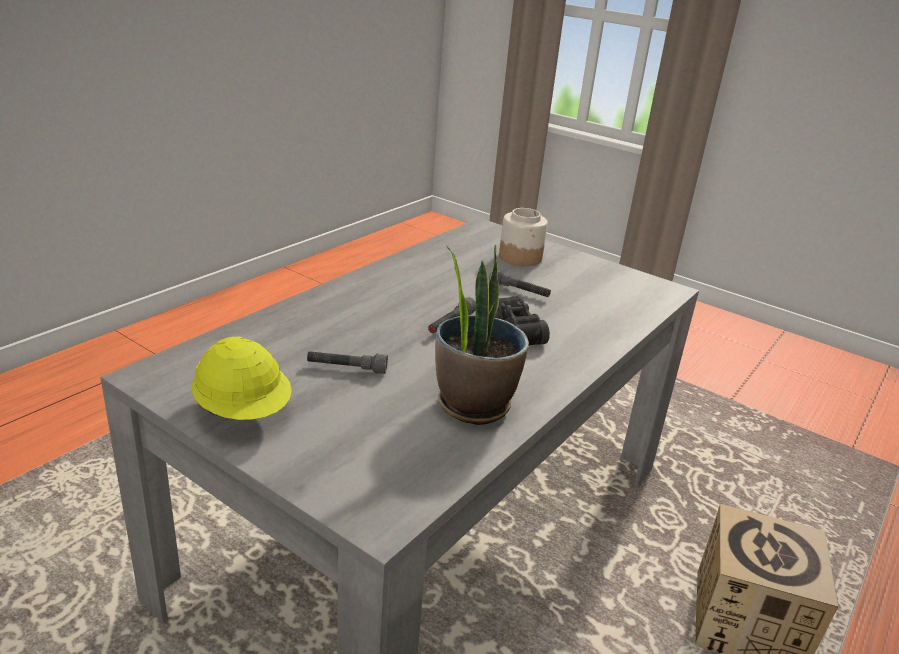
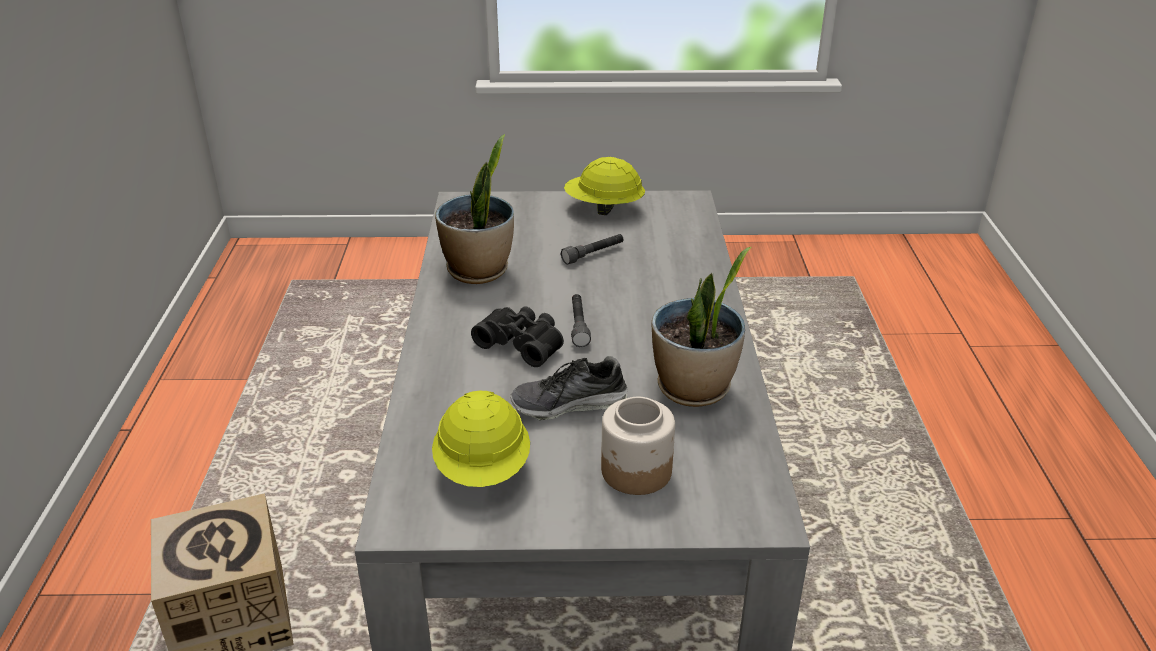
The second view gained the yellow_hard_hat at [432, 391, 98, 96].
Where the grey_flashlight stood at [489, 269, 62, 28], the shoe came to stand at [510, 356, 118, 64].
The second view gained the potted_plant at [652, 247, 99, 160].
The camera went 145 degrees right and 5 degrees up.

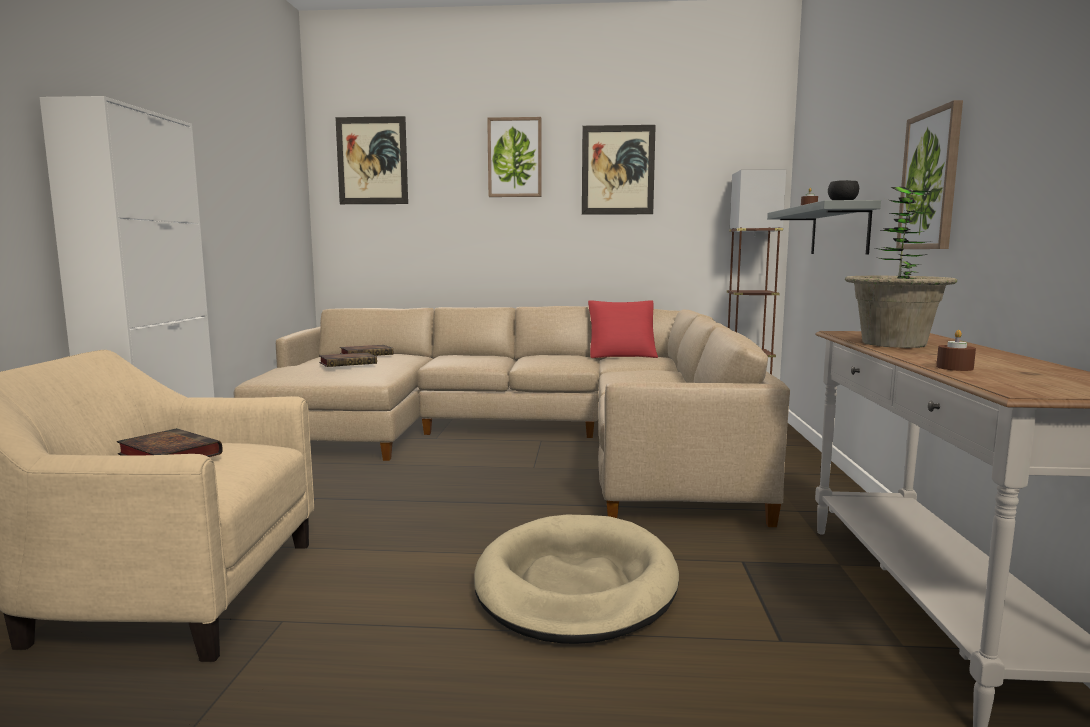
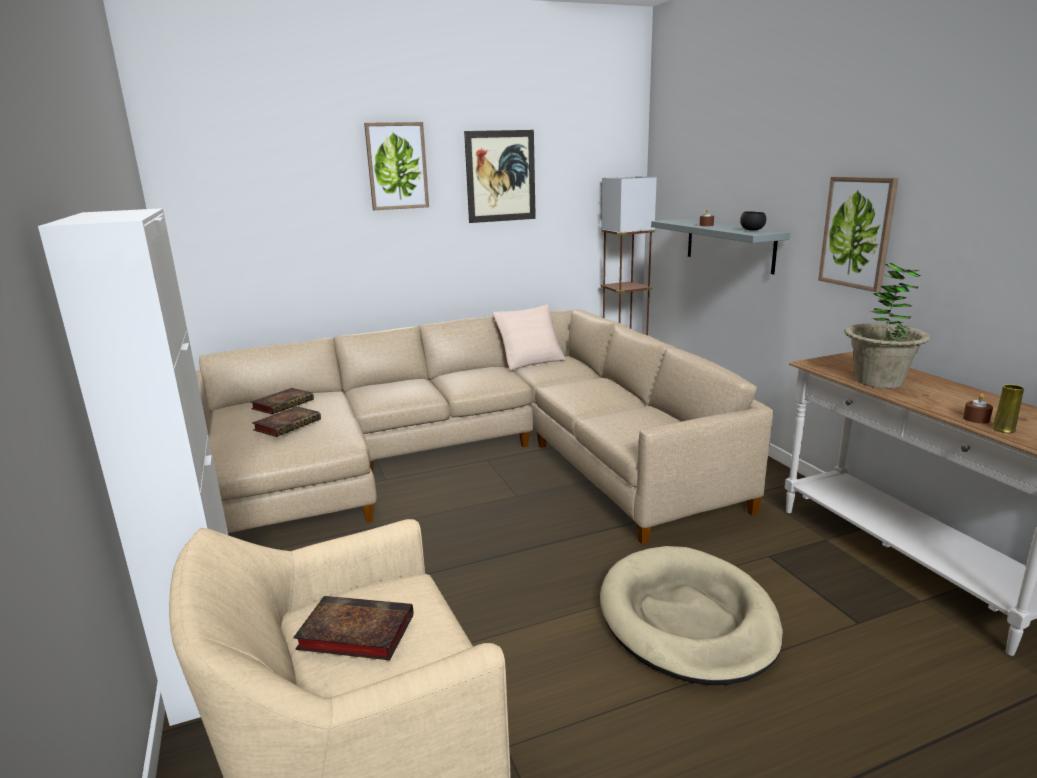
What was the red_pillow at [588, 300, 70, 58] turned into the beige_pillow at [493, 305, 73, 65].
The second view gained the yellow_vase at [992, 384, 32, 49].
The second view lost the picture at [335, 116, 73, 88].
The camera went 25 degrees left and 10 degrees up.

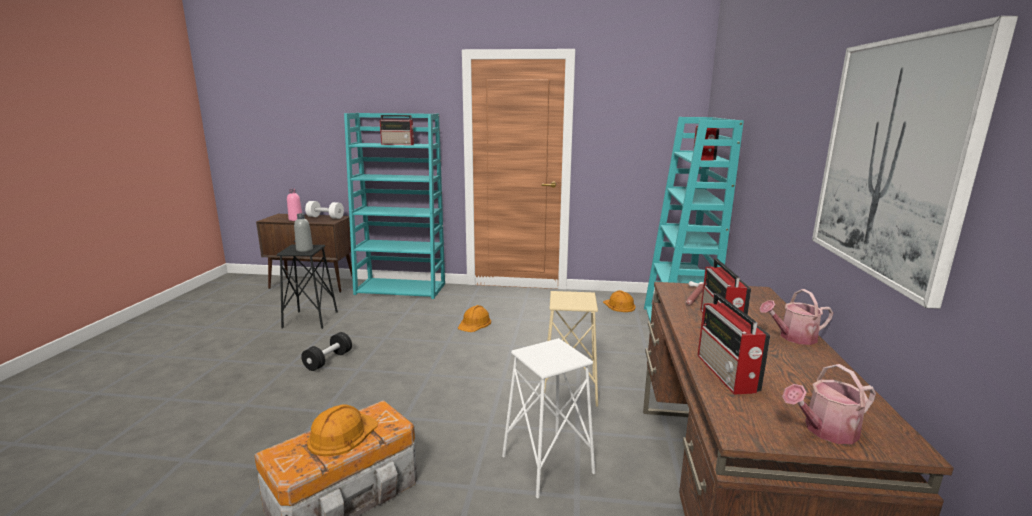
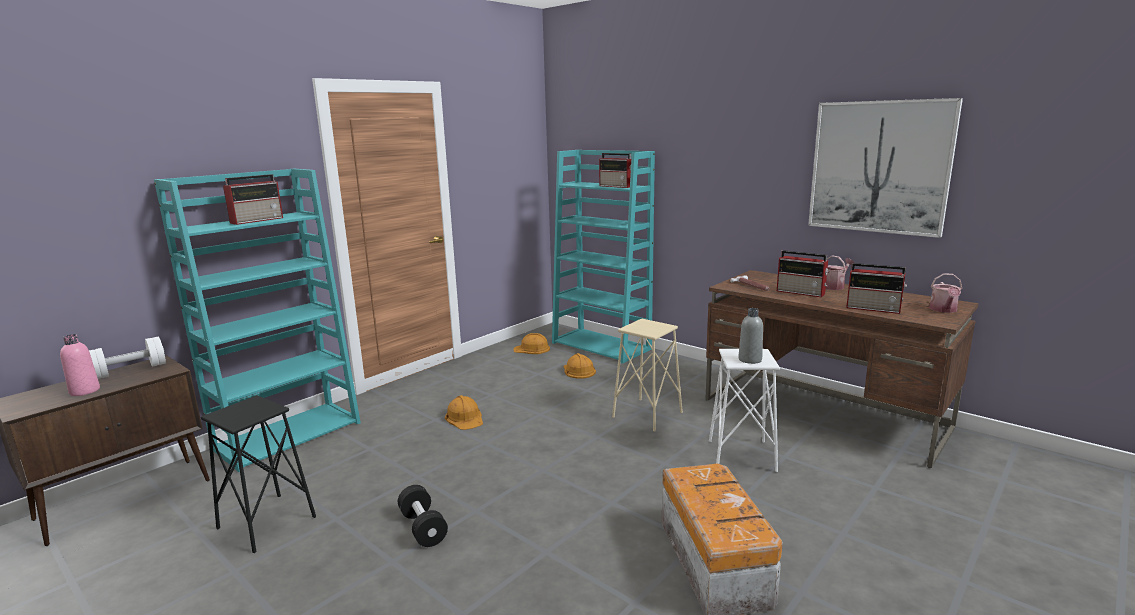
The orange_hard_hat ended up elsewhere, having gone from [307, 404, 71, 52] to [563, 353, 33, 26].
The grey_bottle ended up elsewhere, having gone from [294, 213, 19, 39] to [738, 308, 25, 56].
The watering_can at [759, 289, 74, 56] ended up facing another way, 150 degrees counterclockwise from before.
The camera went 55 degrees left and 0 degrees up.

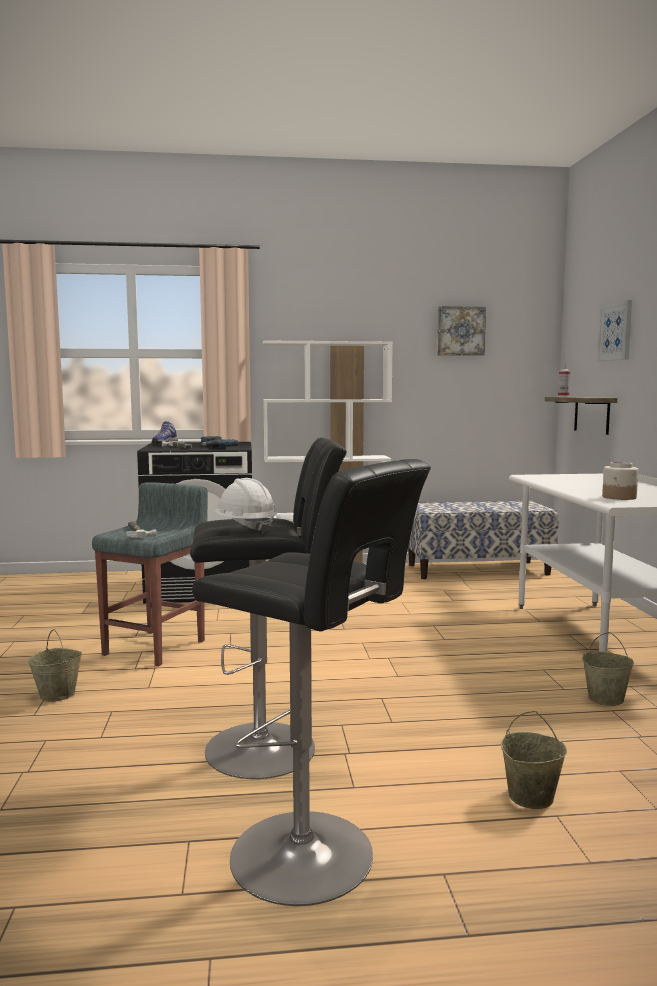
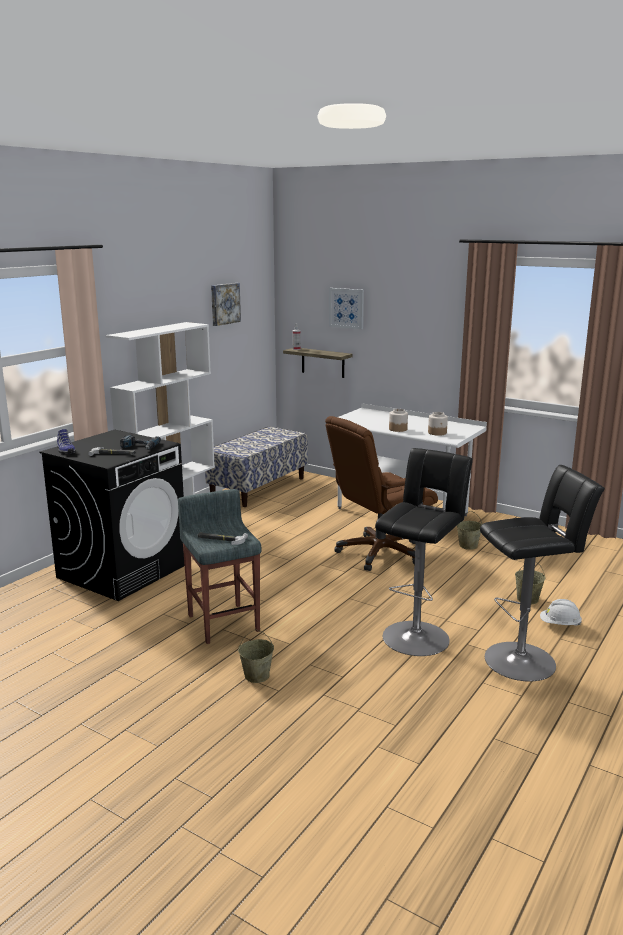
The second view gained the brown_office_chair at [325, 416, 113, 155].
The second view gained the jar at [389, 409, 19, 23].
The white_hard_hat ended up elsewhere, having gone from [214, 478, 63, 56] to [540, 599, 42, 27].
The camera went 50 degrees left and 10 degrees up.

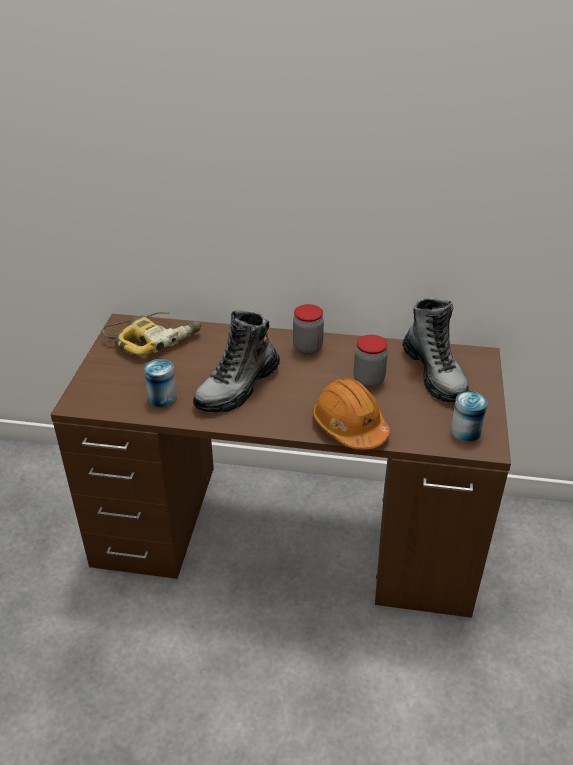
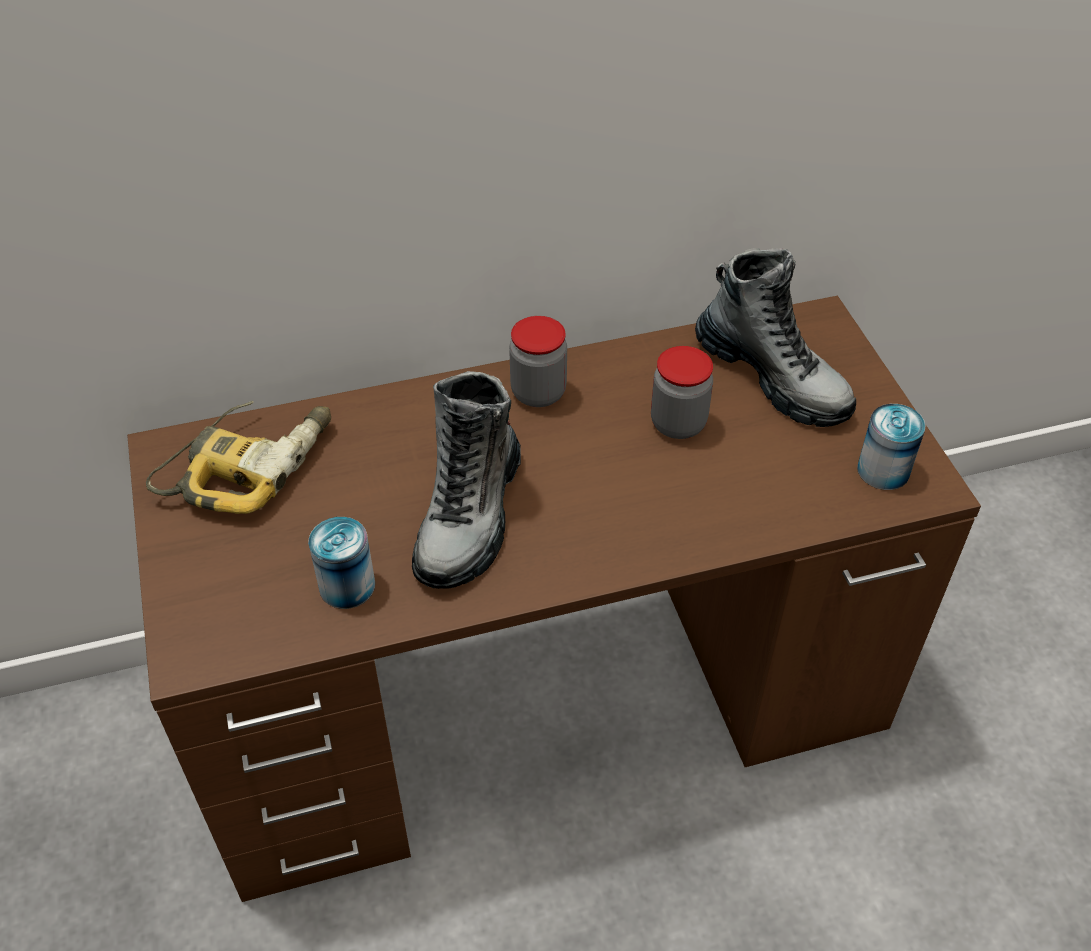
The second view lost the orange_hard_hat at [313, 378, 77, 72].
The camera went 25 degrees left and 10 degrees up.

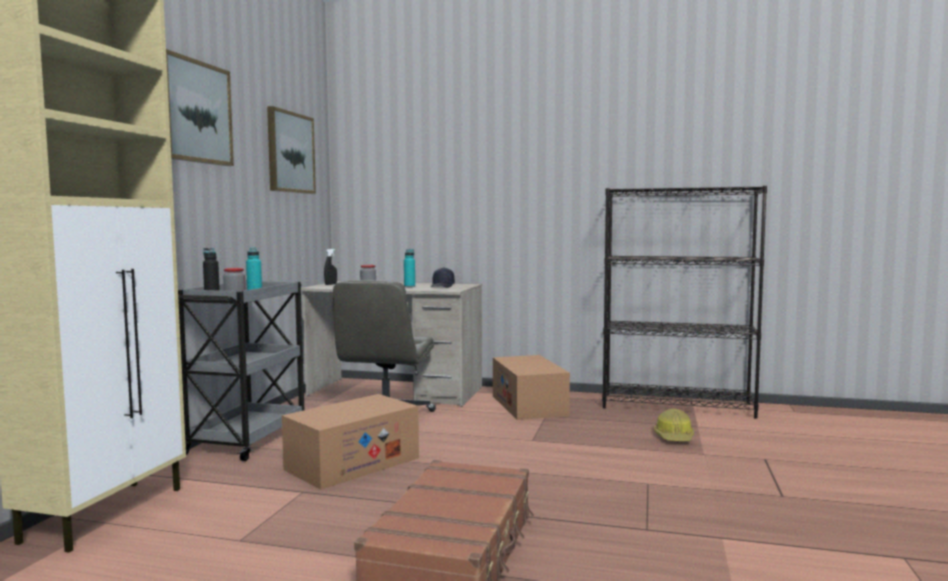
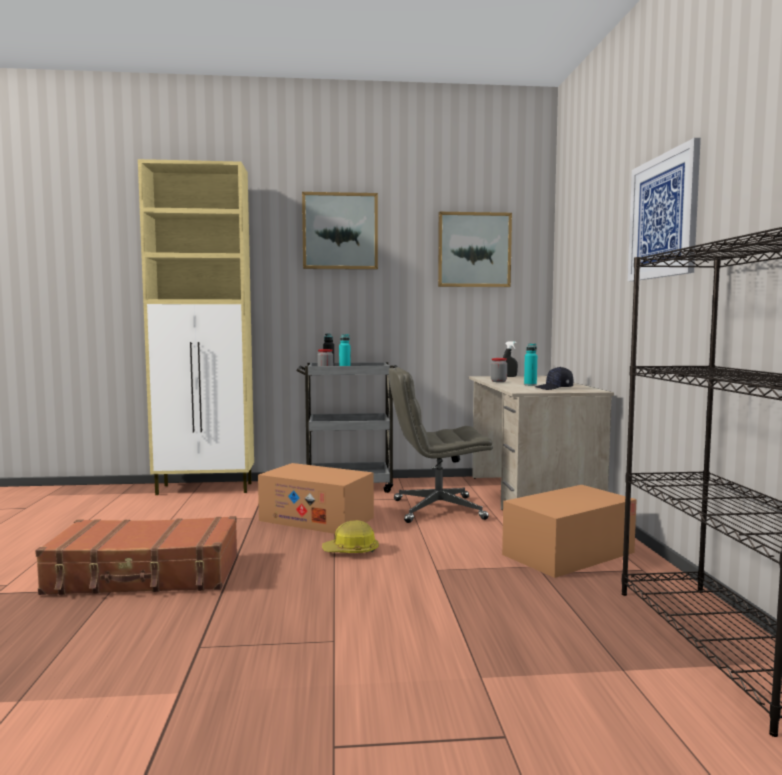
The hard_hat ended up elsewhere, having gone from [654, 409, 40, 32] to [322, 520, 57, 33].
The second view gained the picture at [628, 138, 73, 143].
The camera went 70 degrees right and 0 degrees up.

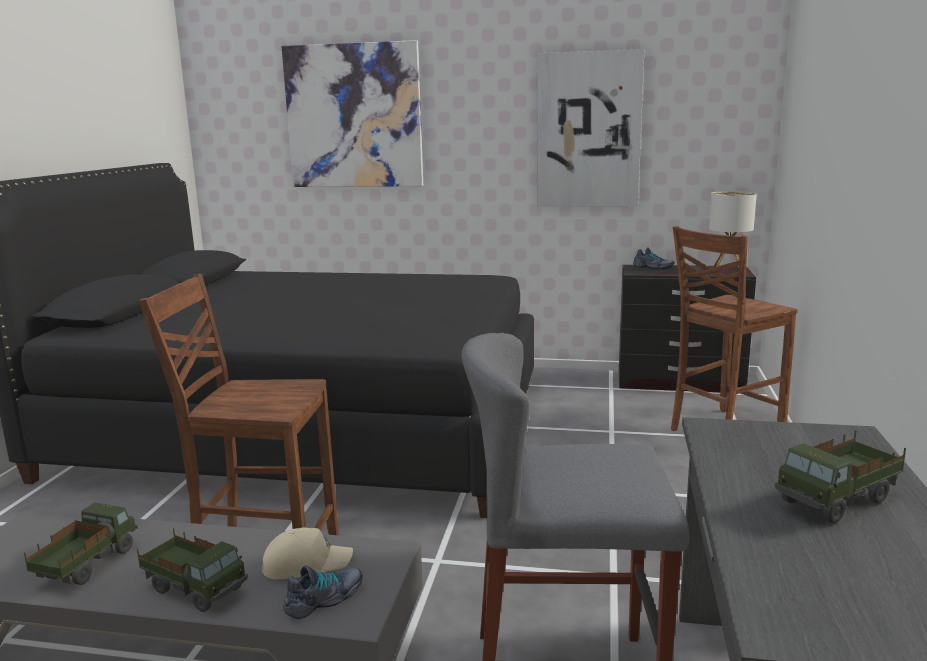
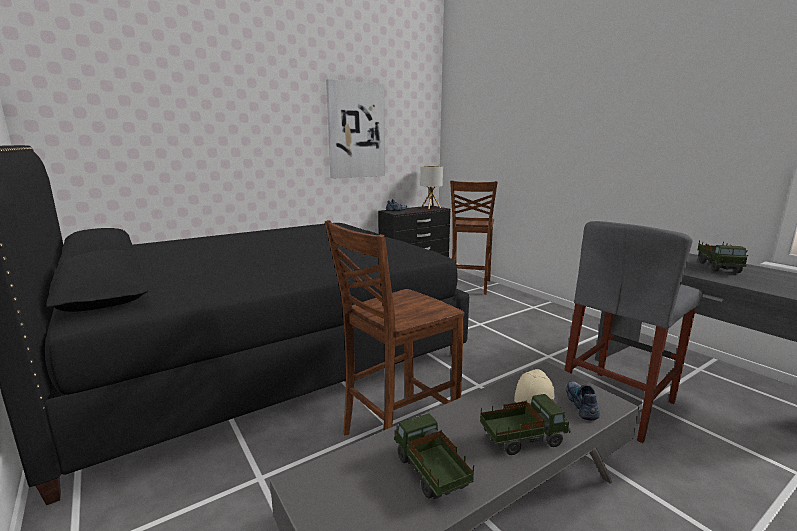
The second view lost the picture at [282, 40, 141, 147].
The camera went 45 degrees left and 0 degrees up.

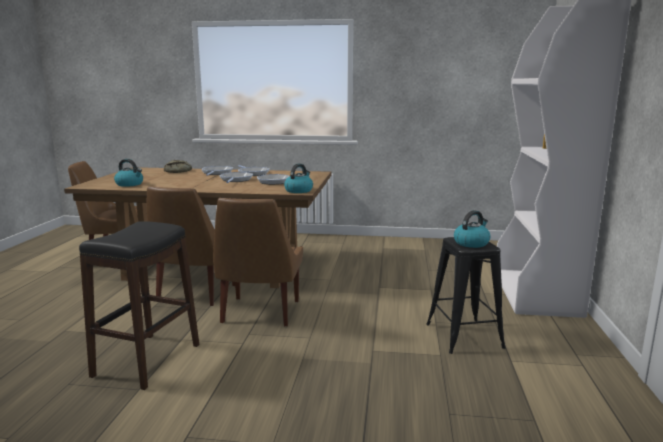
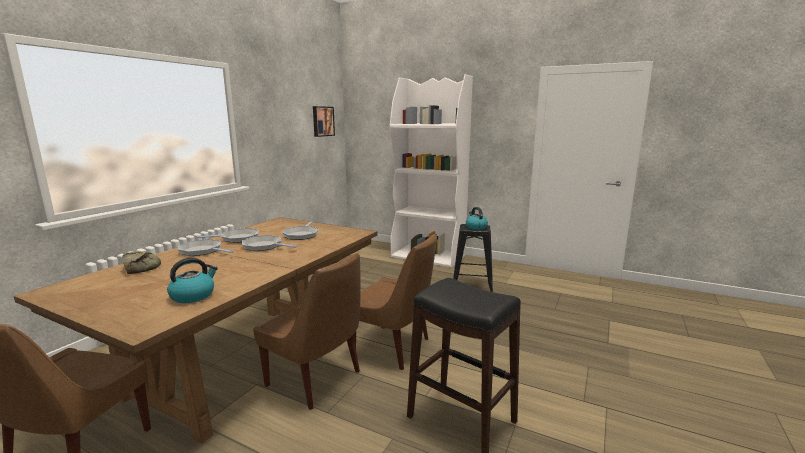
The second view gained the picture at [313, 106, 22, 31].
The second view lost the kettle at [284, 164, 29, 29].
The camera went 70 degrees left and 0 degrees up.

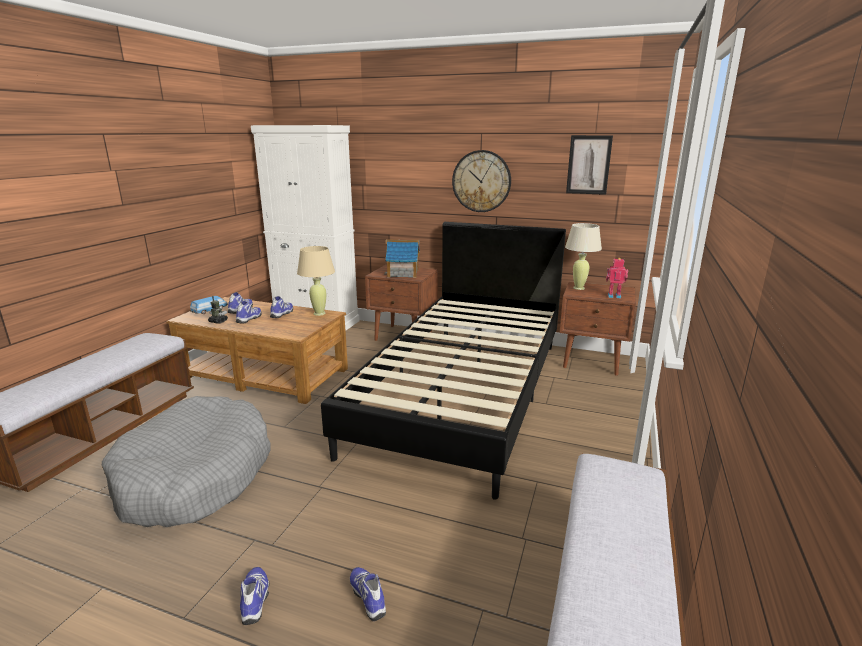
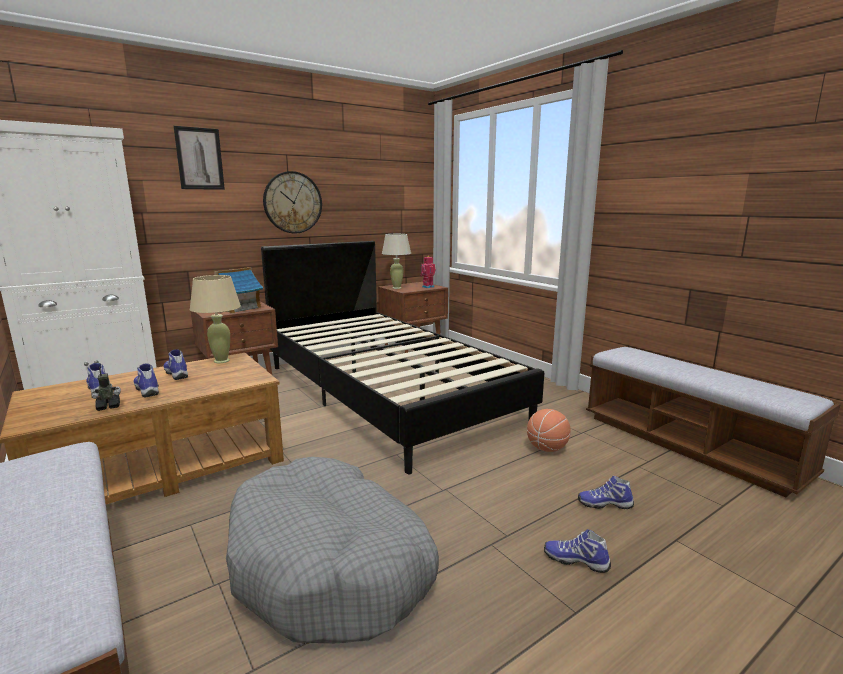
The picture ended up elsewhere, having gone from [566, 135, 47, 60] to [173, 126, 52, 64].
The second view gained the basketball at [527, 409, 44, 43].
The second view lost the toy_car at [190, 296, 38, 18].
The camera went 55 degrees left and 5 degrees down.

